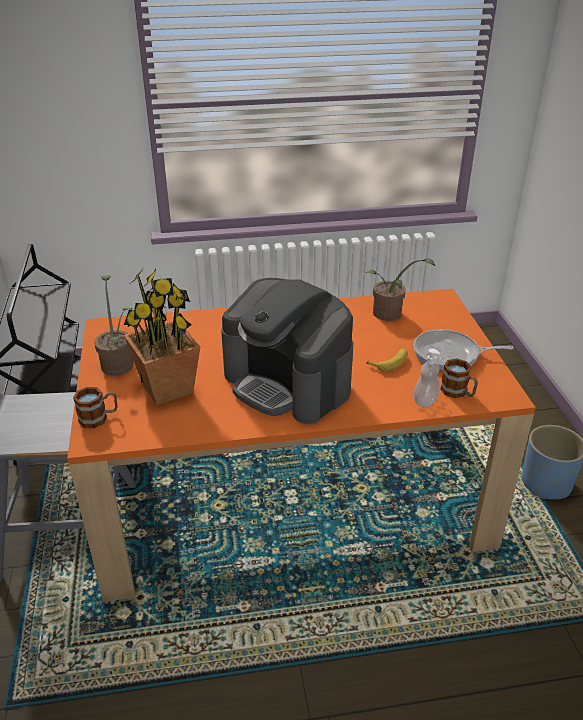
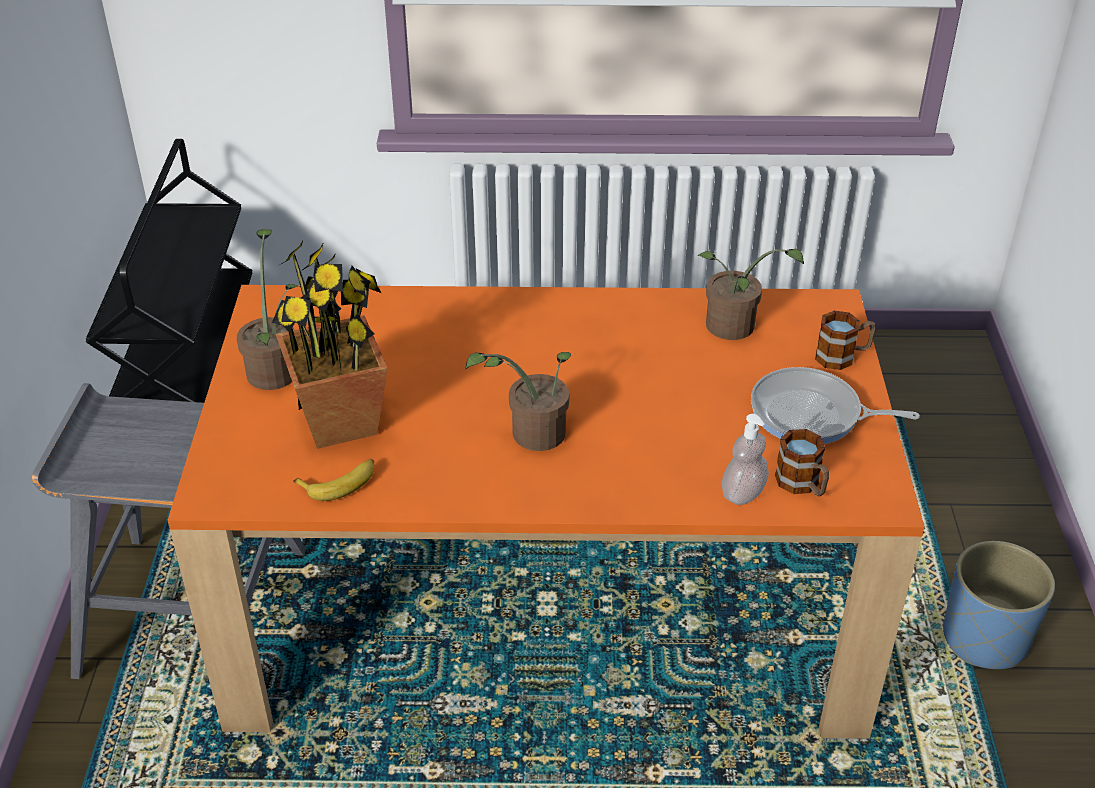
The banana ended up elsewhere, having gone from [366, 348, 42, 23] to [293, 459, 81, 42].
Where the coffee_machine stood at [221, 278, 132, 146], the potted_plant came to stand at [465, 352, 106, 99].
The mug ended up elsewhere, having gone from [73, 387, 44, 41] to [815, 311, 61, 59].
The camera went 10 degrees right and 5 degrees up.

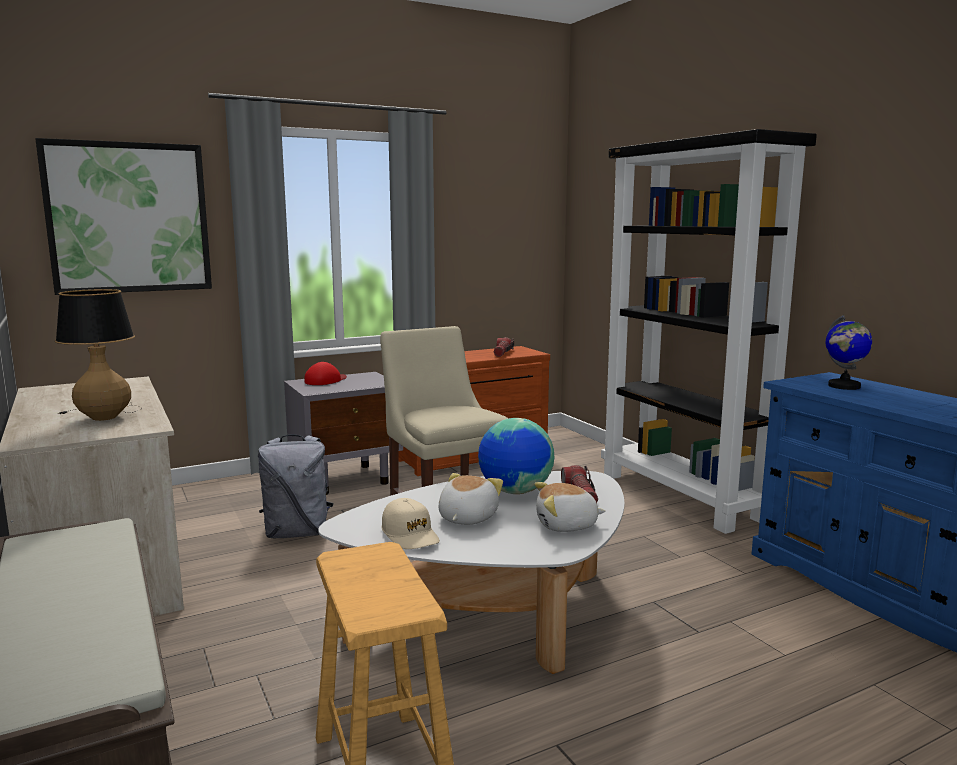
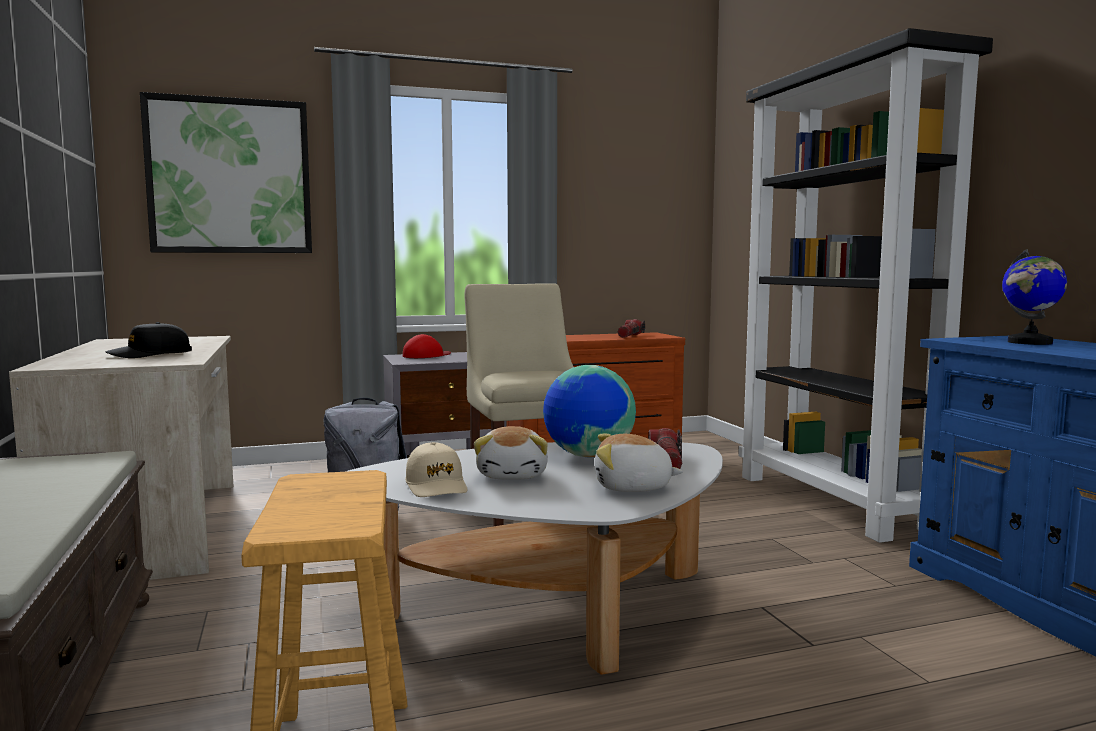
Where the table_lamp stood at [55, 289, 81, 132], the black_cap came to stand at [106, 322, 86, 36].
The plush_toy at [439, 473, 64, 52] ended up facing another way, 150 degrees clockwise from before.
The camera went 10 degrees right and 5 degrees down.

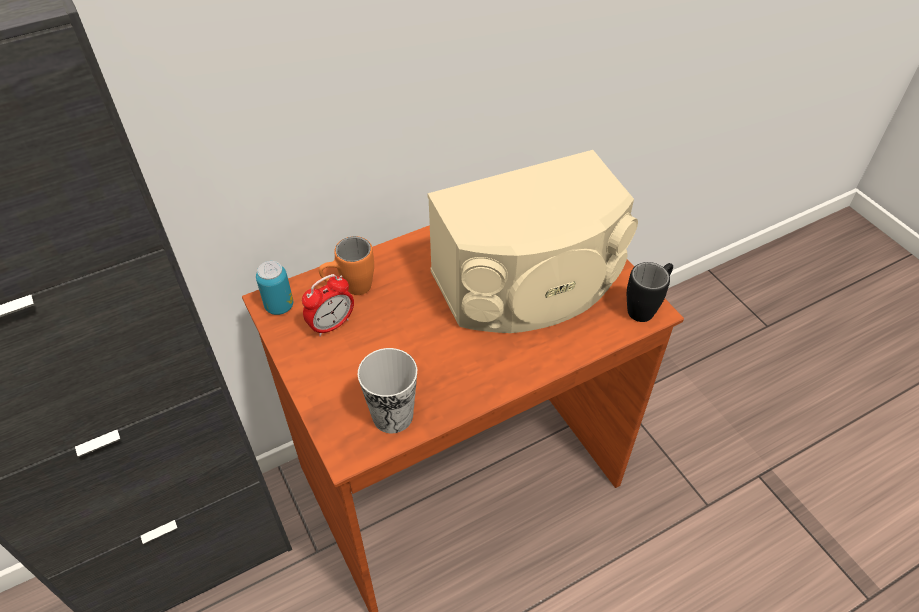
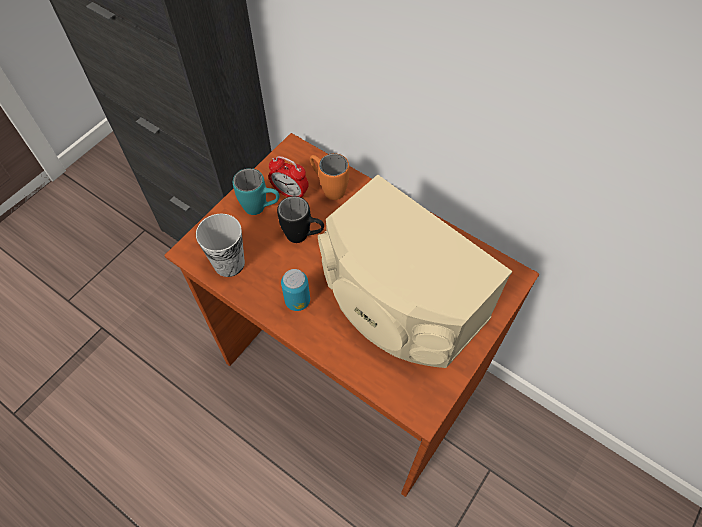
The second view gained the turquoise_mug at [233, 168, 46, 47].
The black_mug ended up elsewhere, having gone from [627, 262, 46, 60] to [277, 196, 47, 47].
The can ended up elsewhere, having gone from [256, 261, 37, 54] to [281, 269, 29, 42].
The camera went 65 degrees right and 10 degrees up.

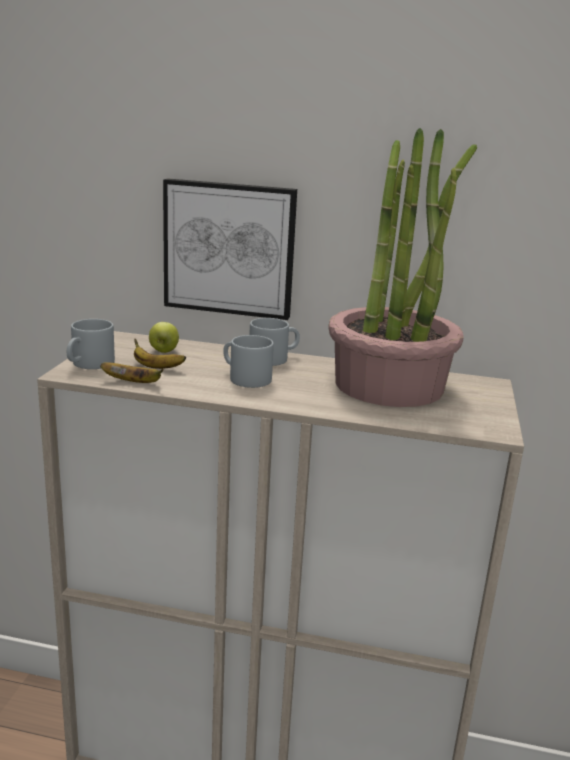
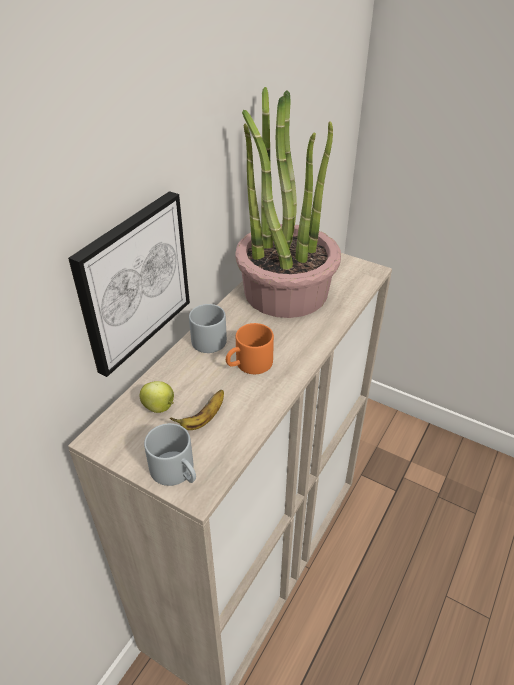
What was the grey_mug at [223, 335, 51, 53] turned into the orange_mug at [226, 323, 48, 51].
The second view lost the banana at [100, 362, 63, 21].
The camera went 70 degrees left and 20 degrees up.

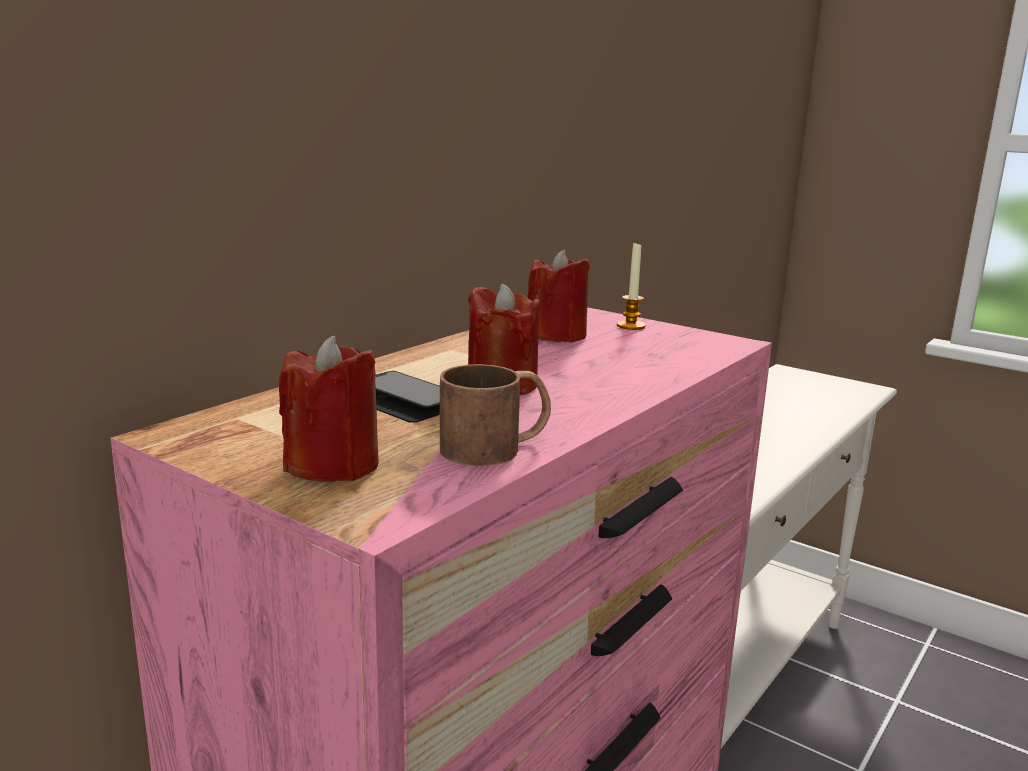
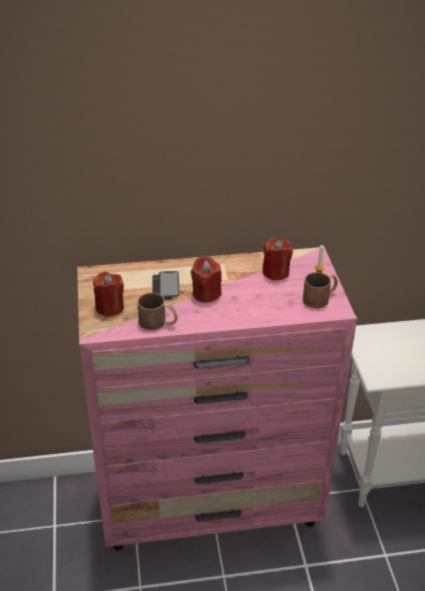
The second view gained the brown_mug at [303, 272, 35, 36].
The camera went 45 degrees right and 20 degrees up.

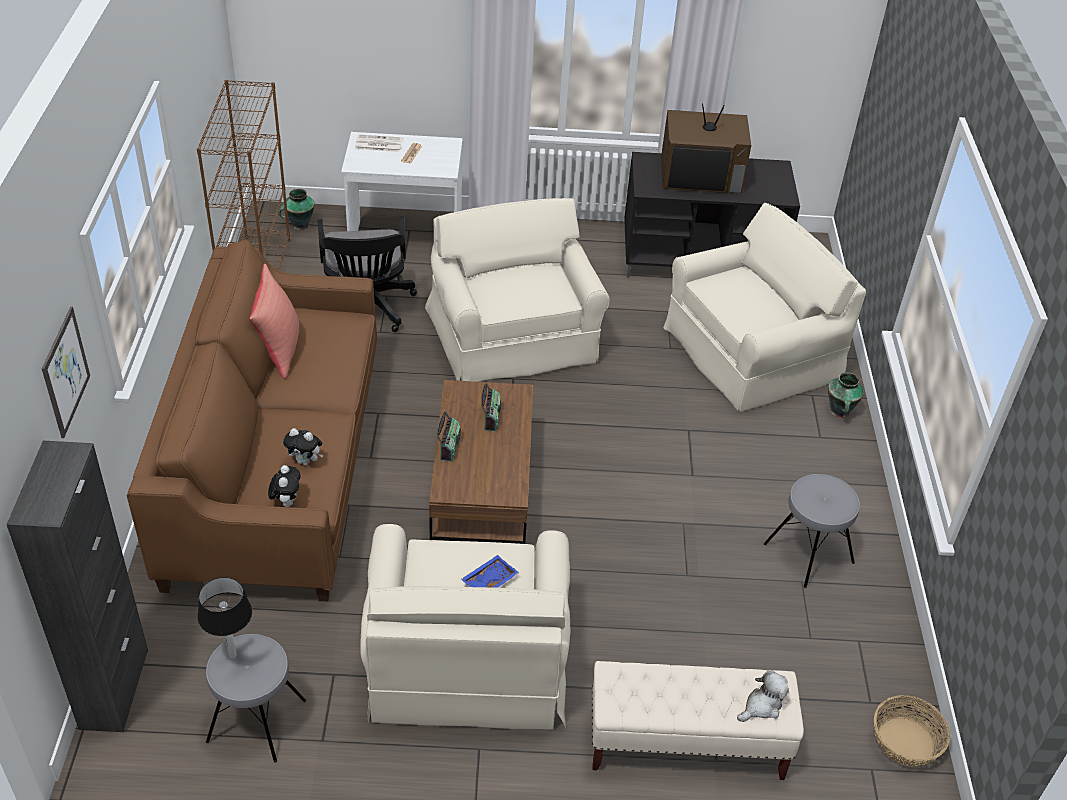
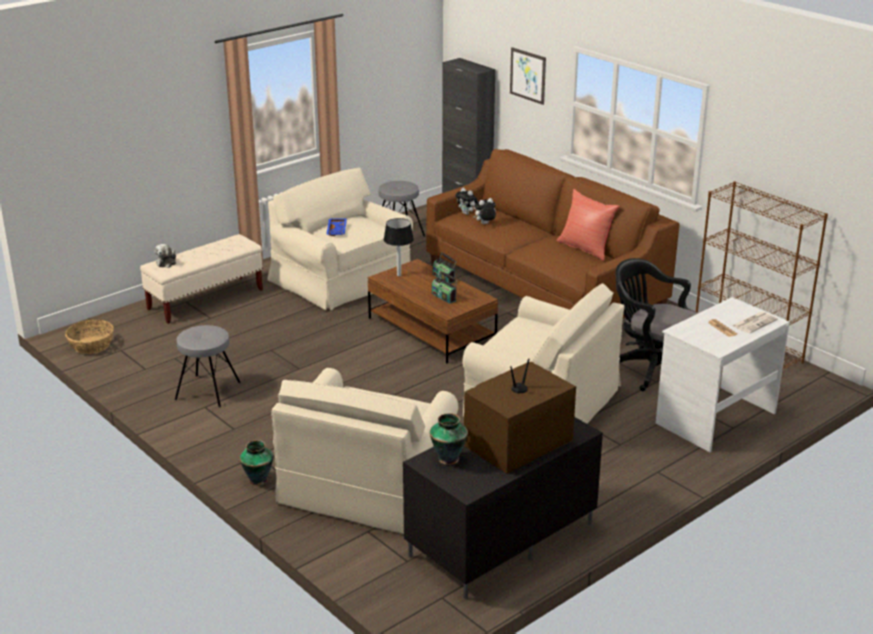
The table_lamp ended up elsewhere, having gone from [197, 577, 55, 82] to [383, 218, 31, 58].
The vase ended up elsewhere, having gone from [278, 189, 37, 41] to [430, 413, 38, 52].
The camera went 140 degrees right and 15 degrees down.

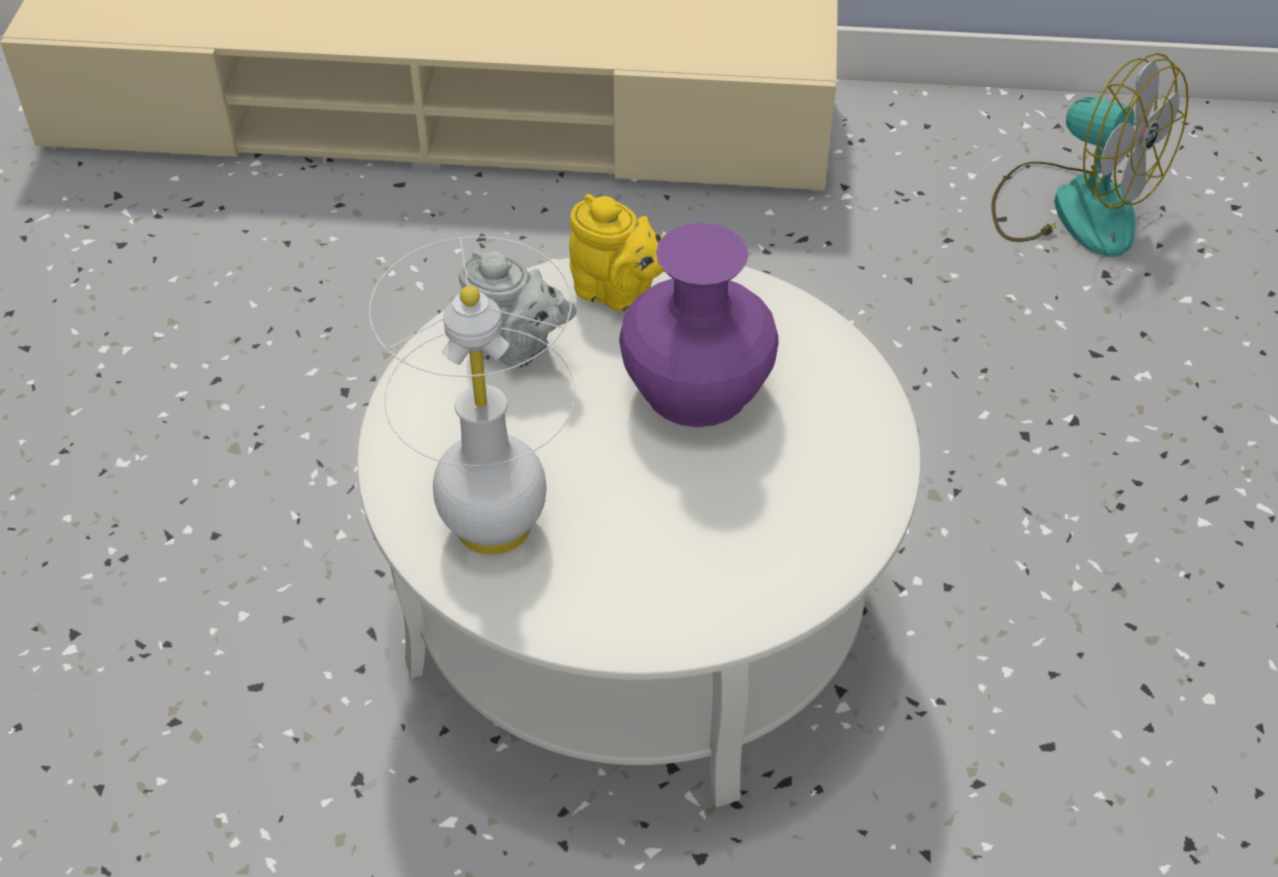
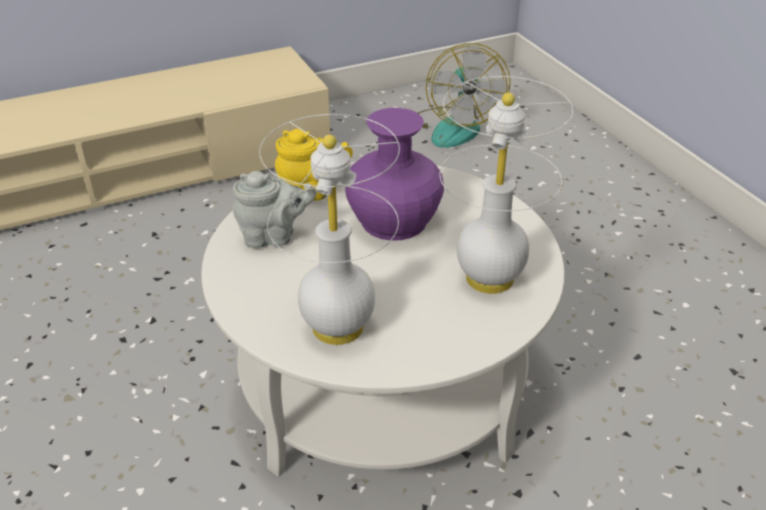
The fan at [991, 53, 198, 204] ended up facing another way, 75 degrees clockwise from before.
The second view gained the white_table_lamp at [440, 76, 133, 218].
The camera went 30 degrees left and 10 degrees down.

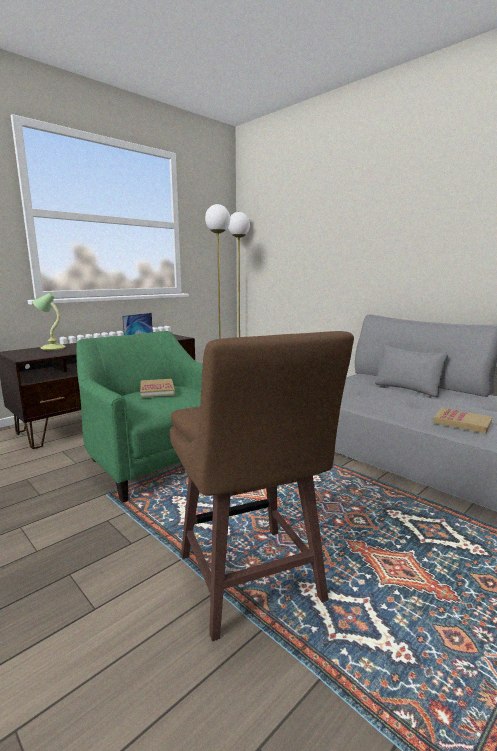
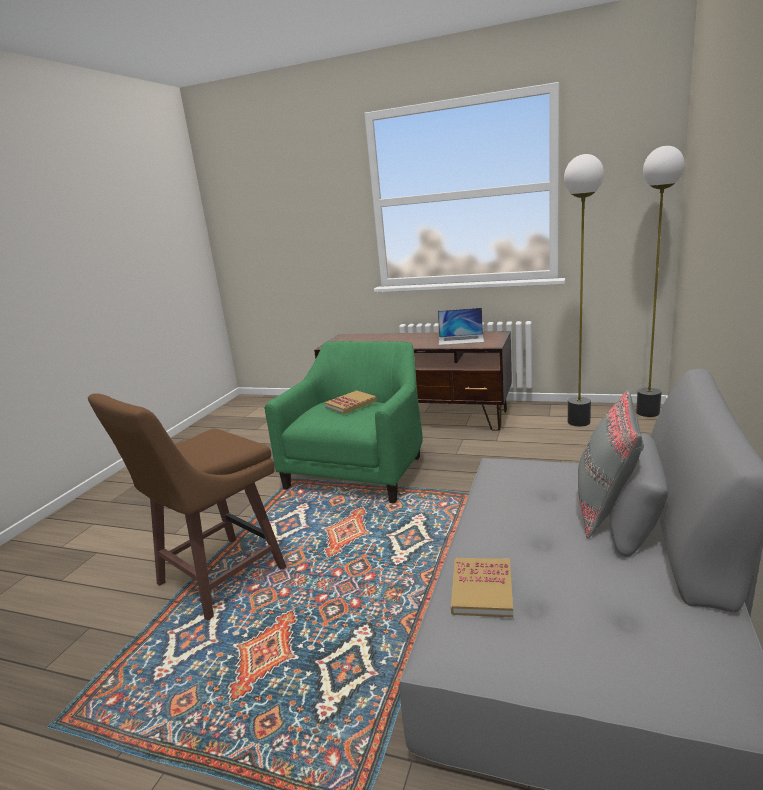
The second view gained the grey_pillow at [578, 390, 66, 148].
The second view lost the table_lamp at [33, 293, 33, 57].
The camera went 65 degrees right and 5 degrees up.

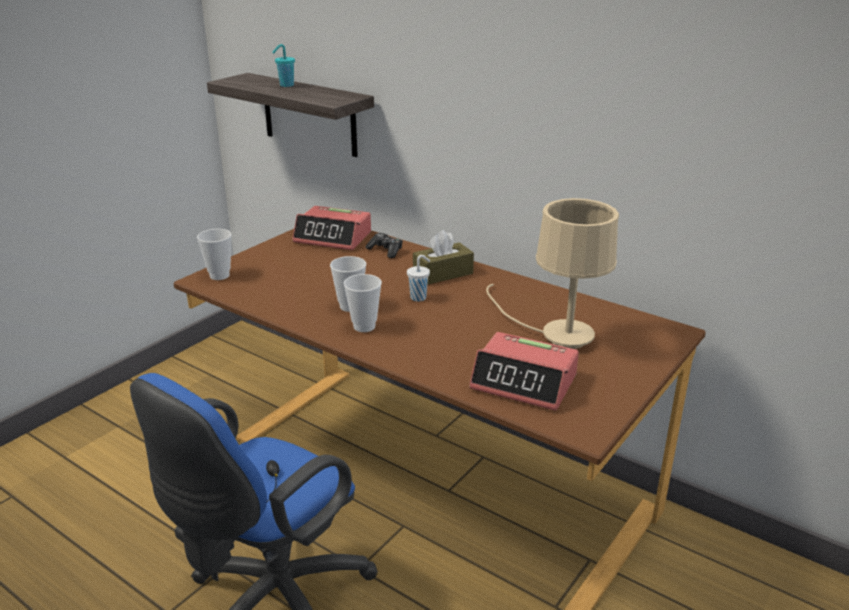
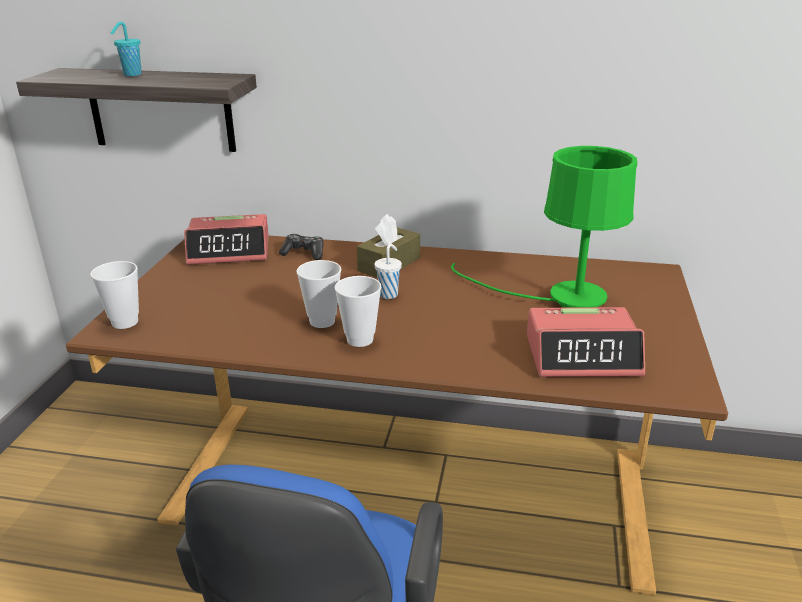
What was the beige_table_lamp at [486, 198, 133, 151] turned into the green_table_lamp at [451, 146, 186, 162].
The camera went 25 degrees left and 0 degrees up.

